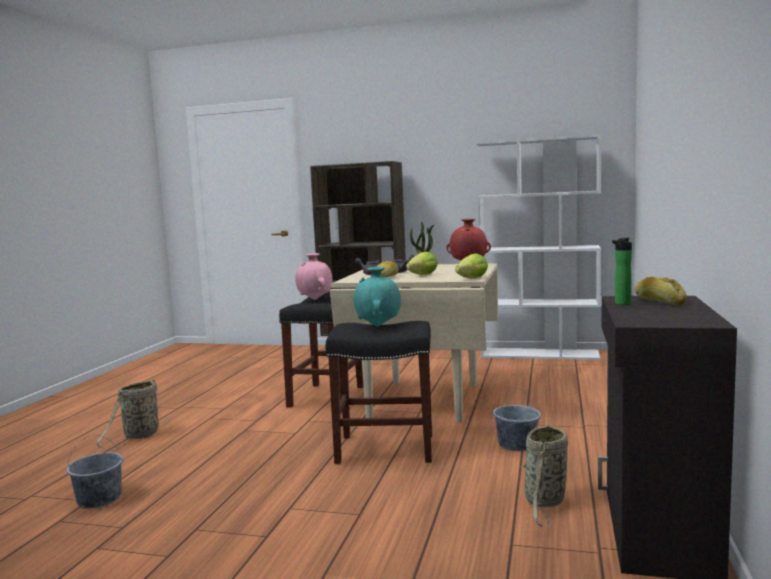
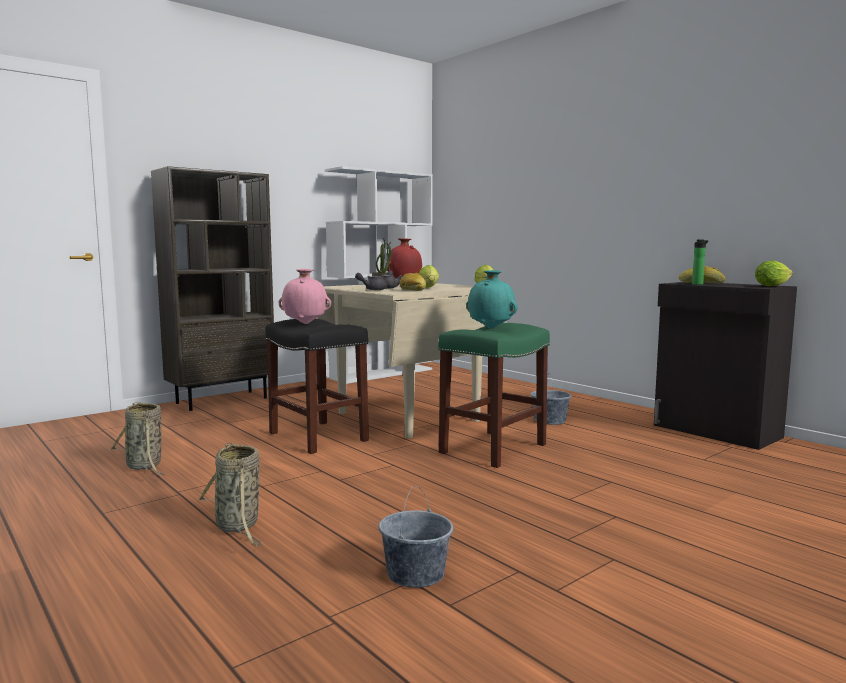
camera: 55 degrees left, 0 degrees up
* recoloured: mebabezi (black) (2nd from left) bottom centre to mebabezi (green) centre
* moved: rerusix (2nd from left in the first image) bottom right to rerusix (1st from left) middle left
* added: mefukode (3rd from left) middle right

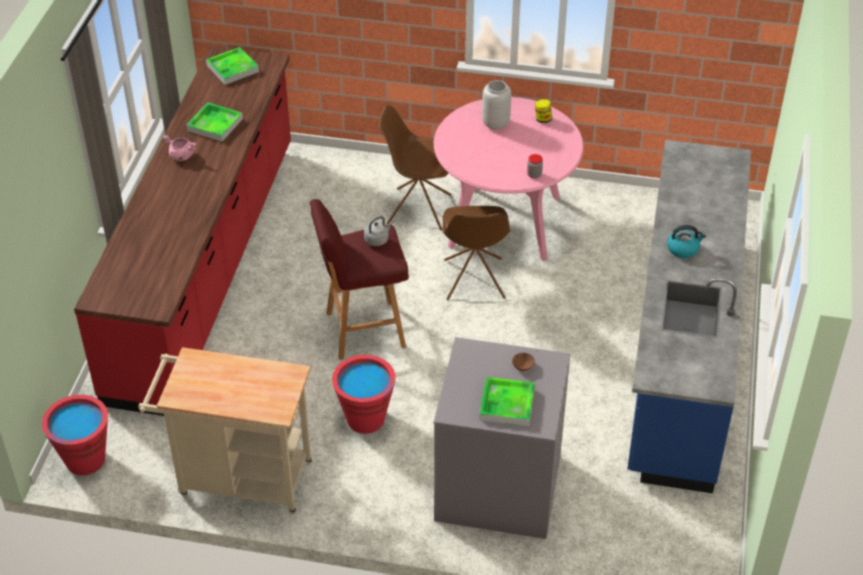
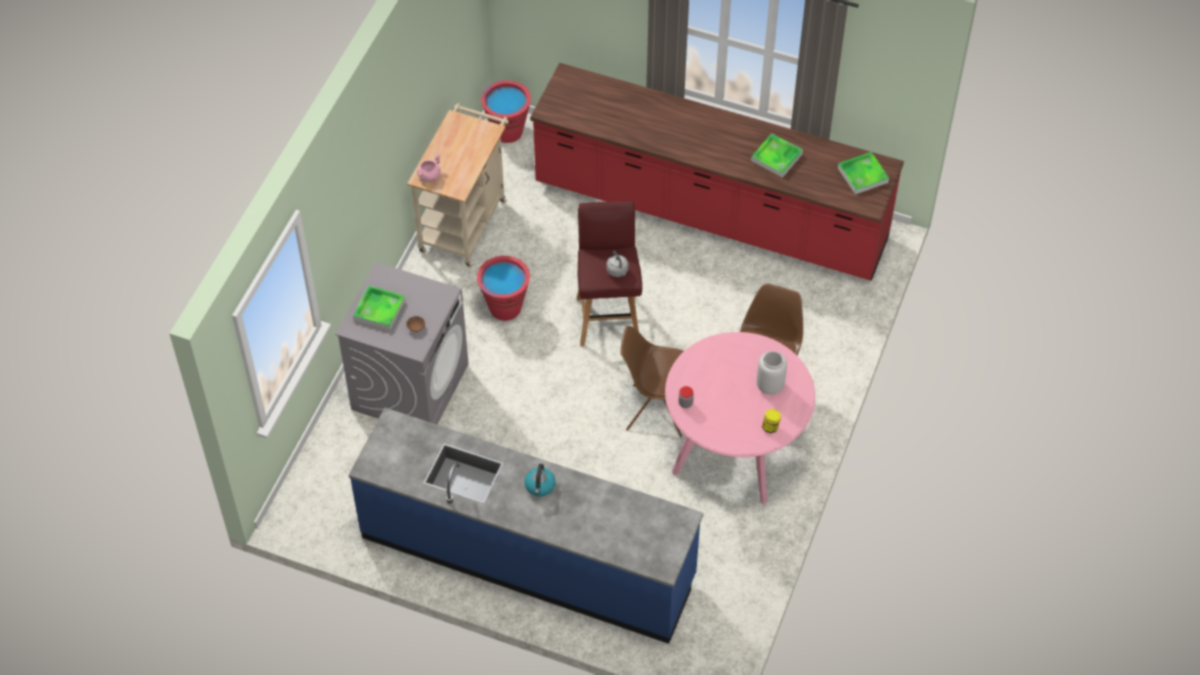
camera: 100 degrees right, 10 degrees up
* moved: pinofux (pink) top left to top centre

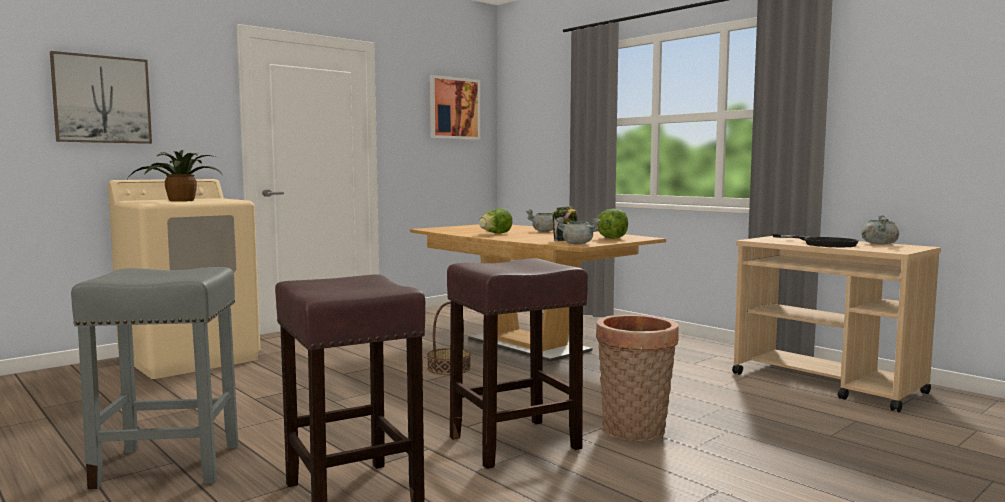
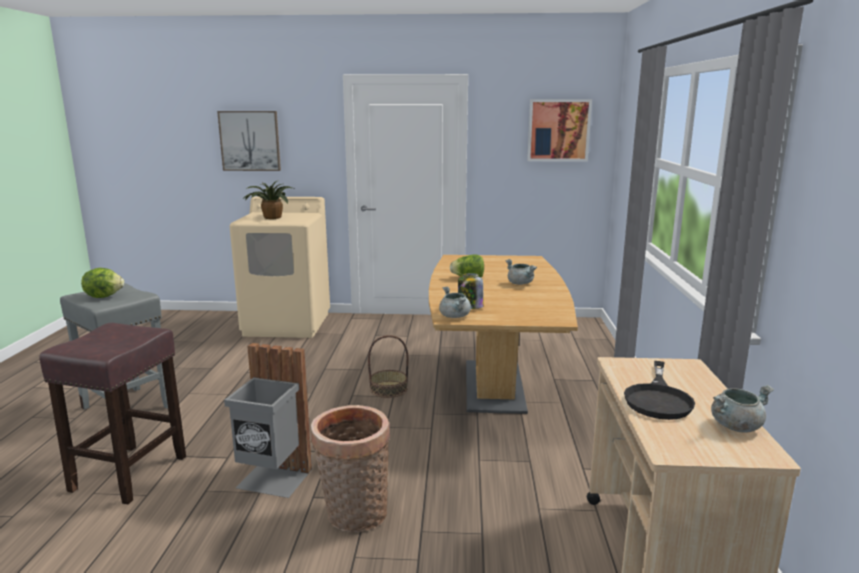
camera: 45 degrees right, 10 degrees up
* moved: mefukode (2nd from left in the first image) centre to mefukode (1st from left) middle left
* replaced: mebabezi (brown) (2nd from left) bottom centre to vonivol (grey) bottom left

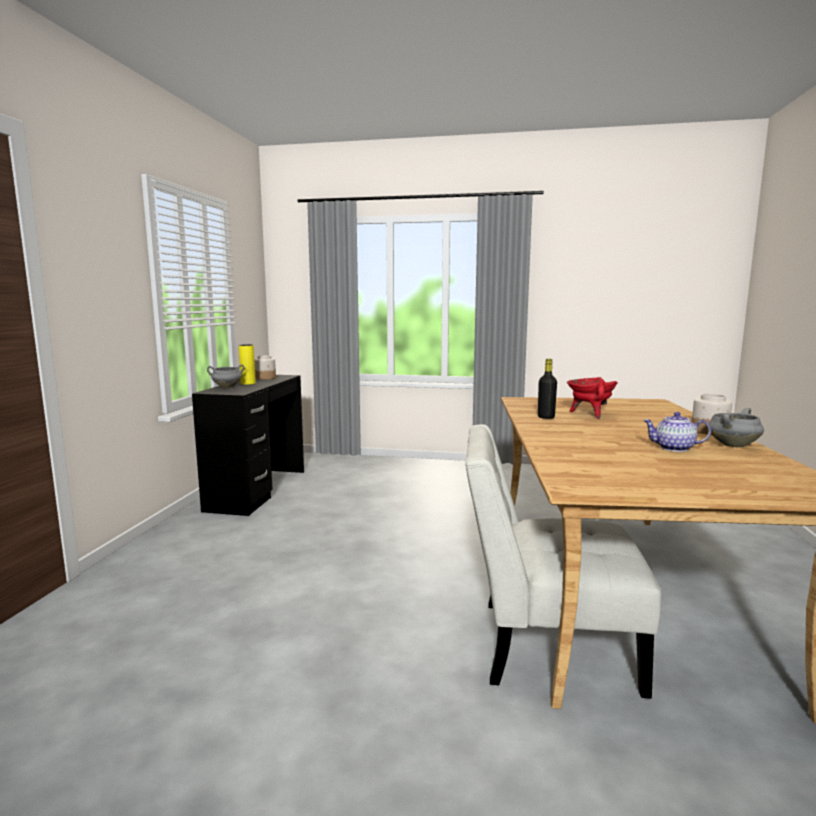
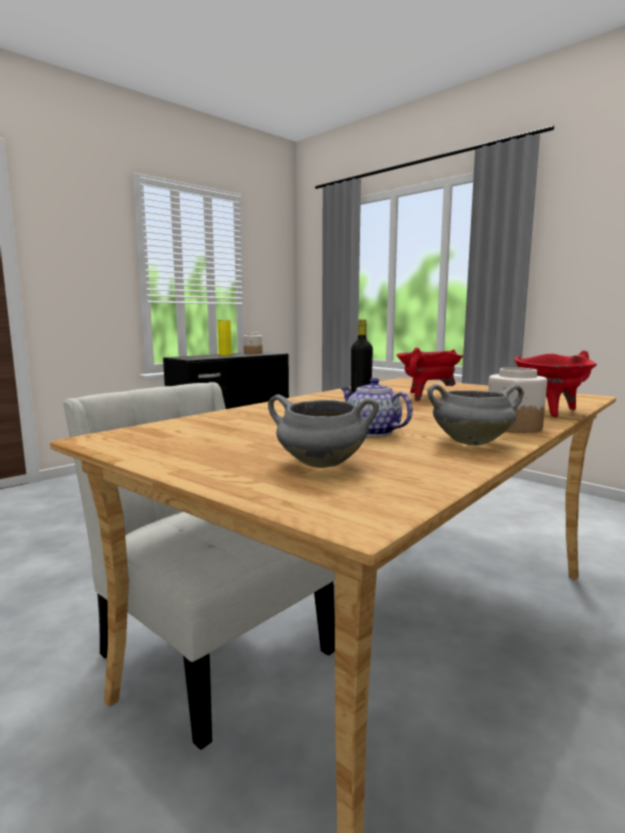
camera: 35 degrees right, 0 degrees up
* moved: pinofux (grey) (1st from left) middle left to centre
* added: pinofux (red) (2nd from left) middle right

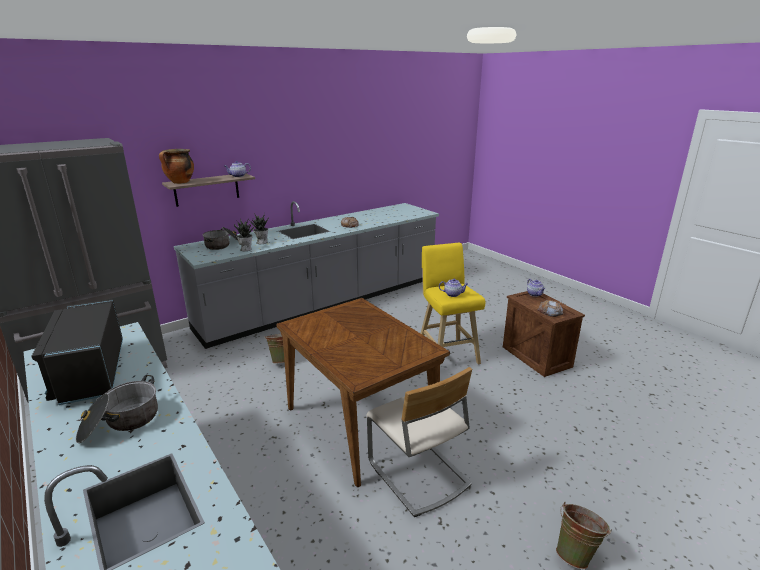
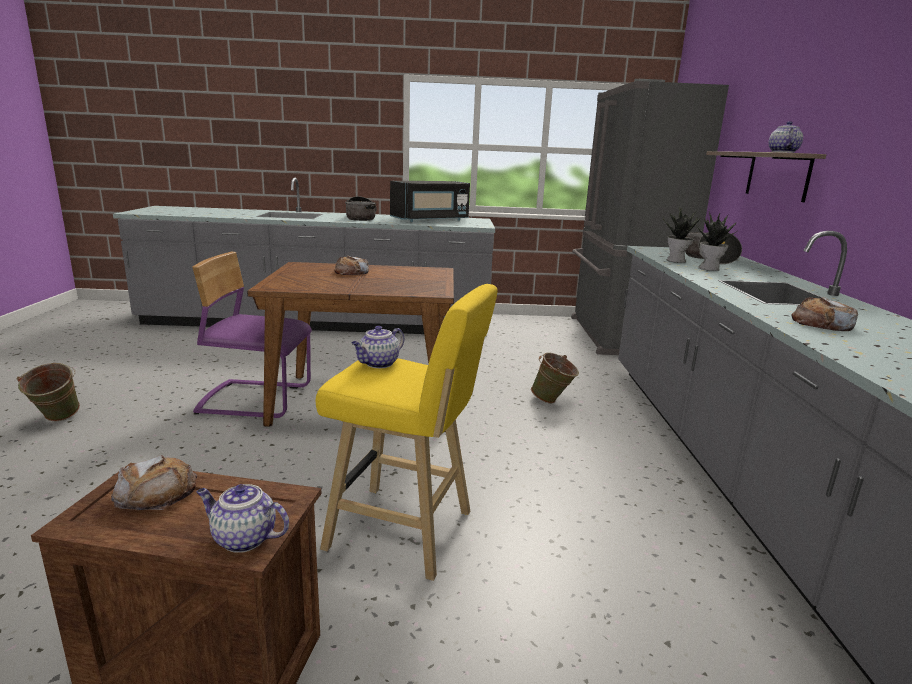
camera: 125 degrees right, 5 degrees down
* removed: pinofux (2nd from left) top left
* turned: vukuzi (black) middle left = top centre 135 degrees clockwise
* recoloured: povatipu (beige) bottom centre to povatipu (purple) middle left
* added: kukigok (2nd from left) centre

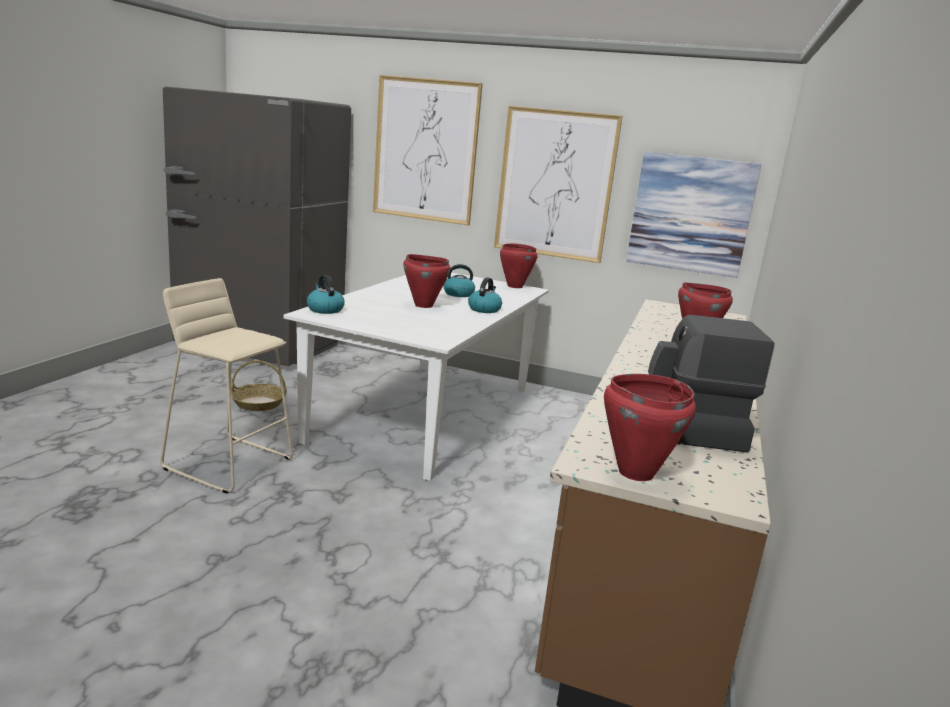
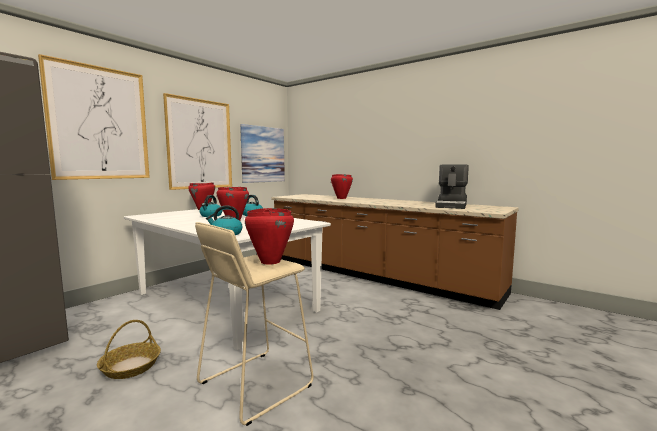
camera: 70 degrees left, 10 degrees down
* moved: pinofux (red) (3rd from left) middle right to centre

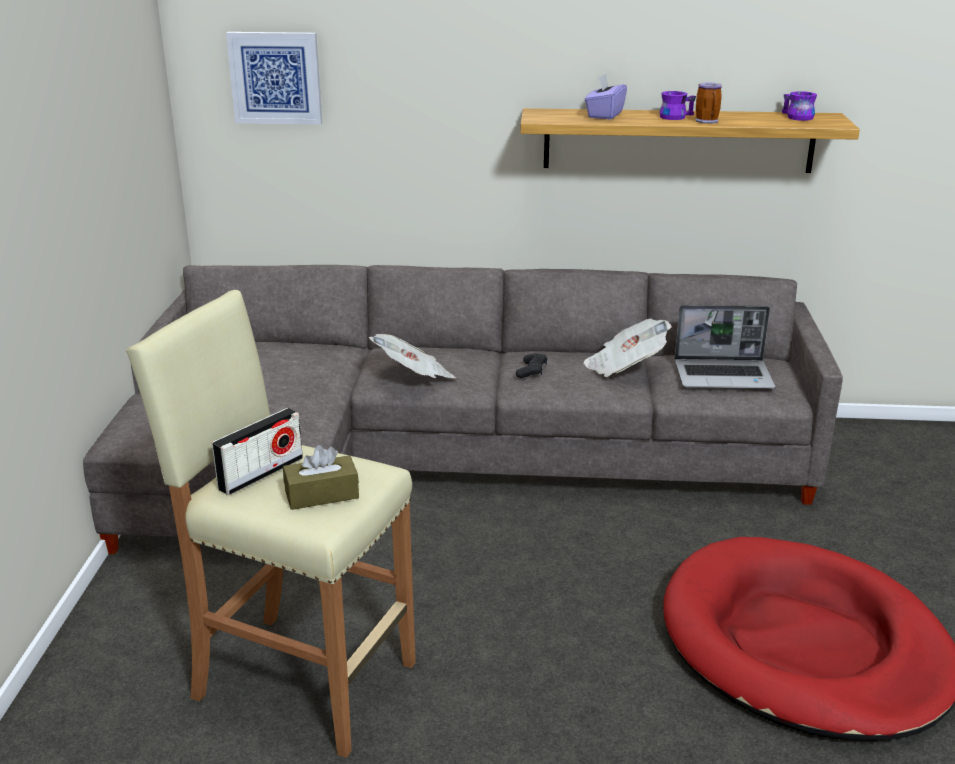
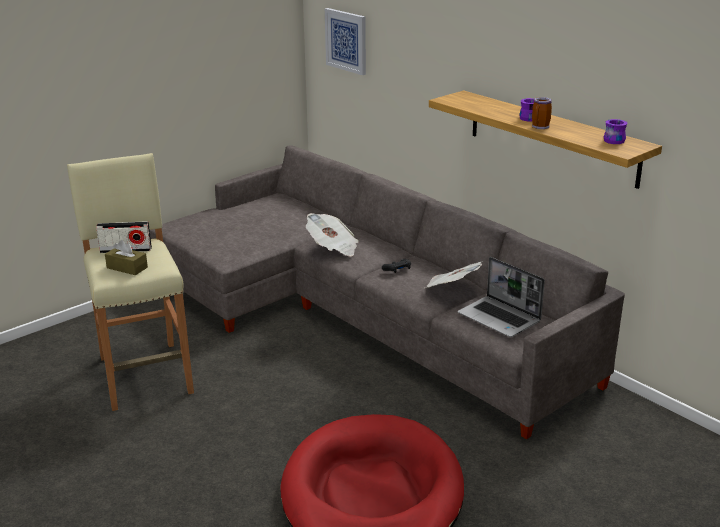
camera: 45 degrees right, 0 degrees up
* removed: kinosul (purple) top centre

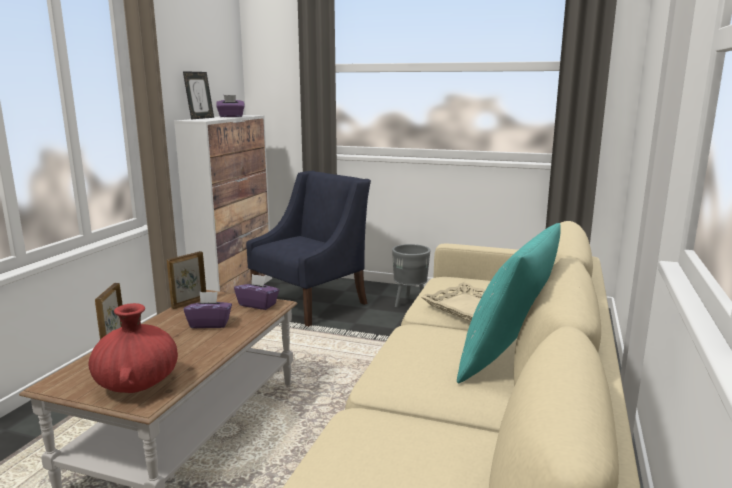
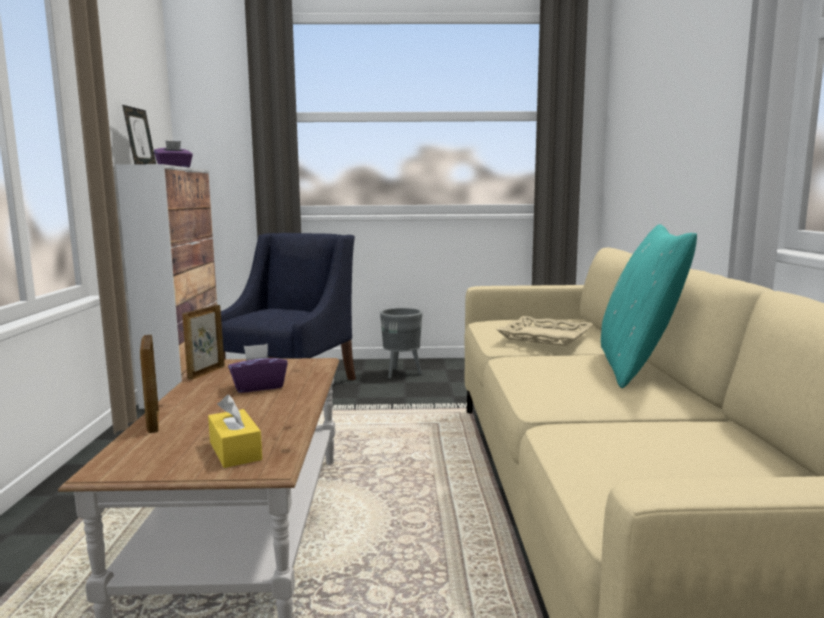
camera: 20 degrees left, 5 degrees down
* removed: kinosul (purple) (3rd from left) centre
* replaced: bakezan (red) bottom left to kinosul (yellow) bottom left

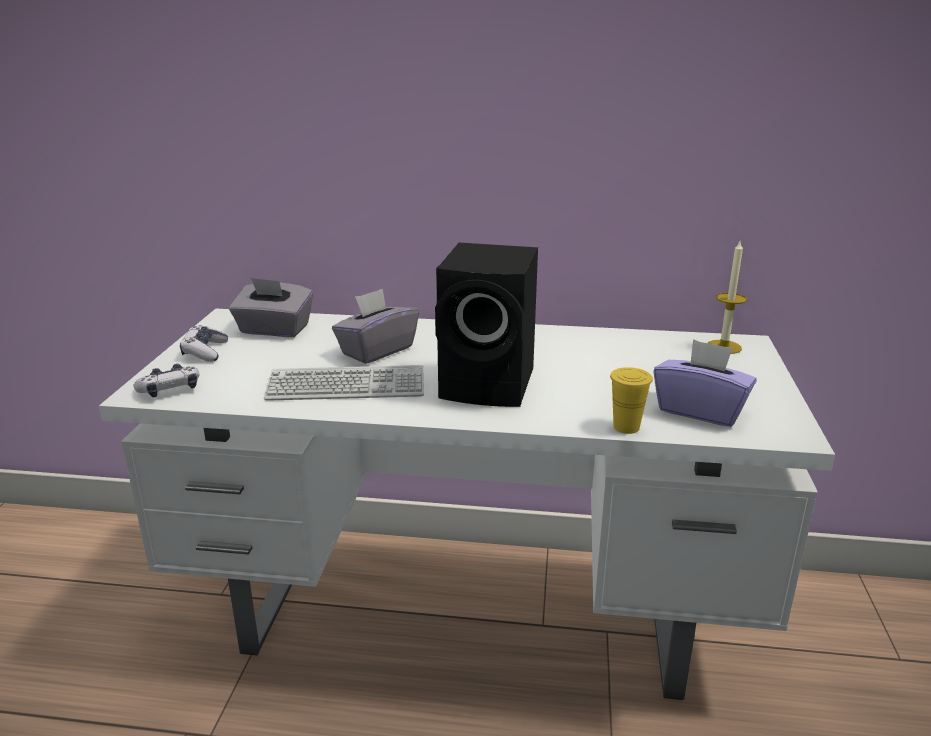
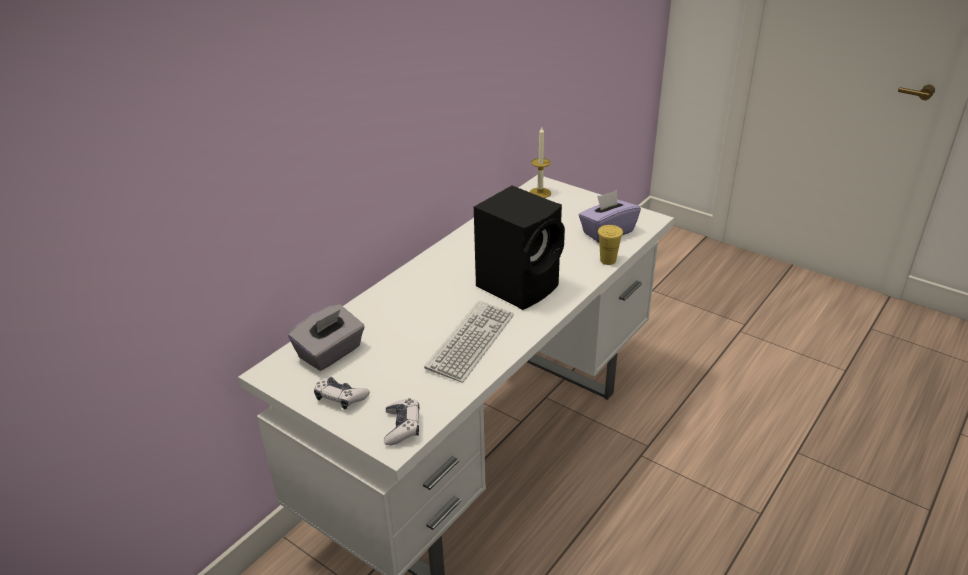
camera: 60 degrees left, 10 degrees up
* removed: kinosul (grey) (2nd from left) centre

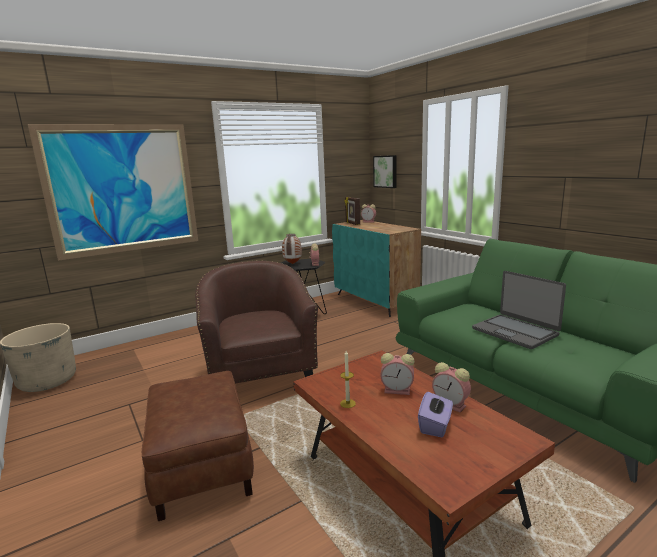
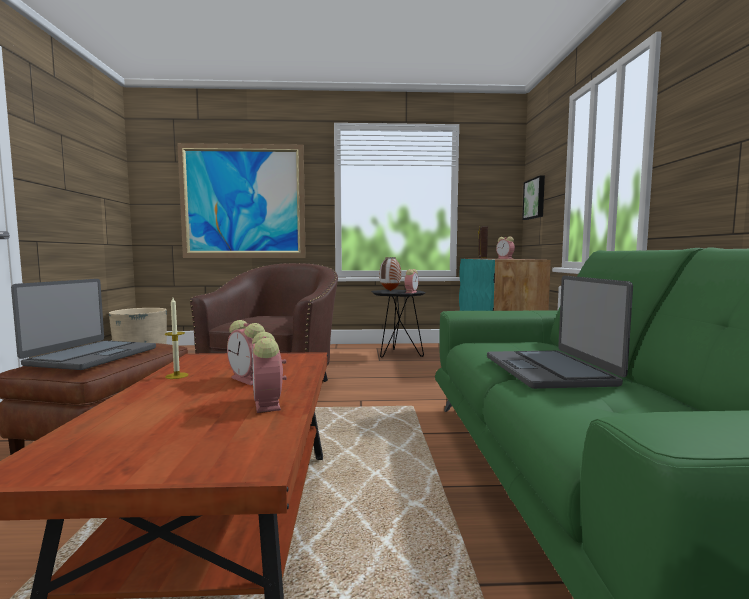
camera: 30 degrees right, 10 degrees down
* removed: kinosul (purple) bottom centre
* added: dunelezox (1st from left) middle left

